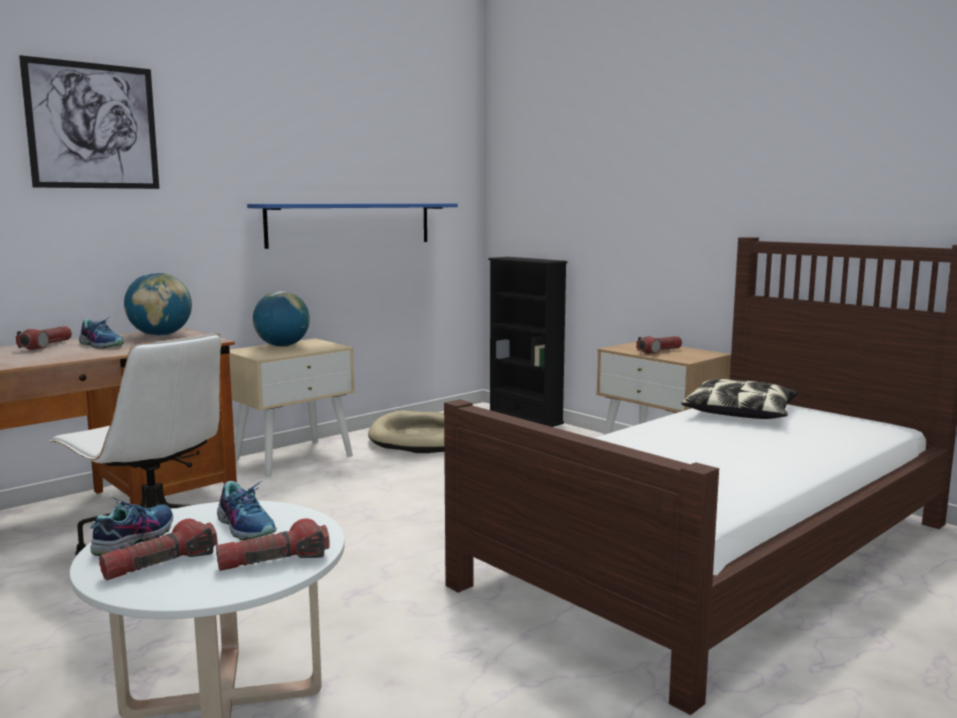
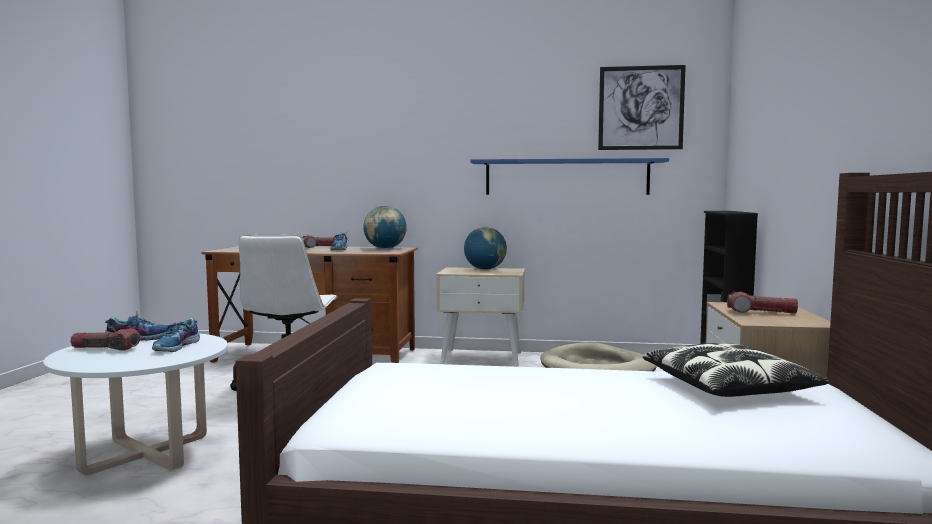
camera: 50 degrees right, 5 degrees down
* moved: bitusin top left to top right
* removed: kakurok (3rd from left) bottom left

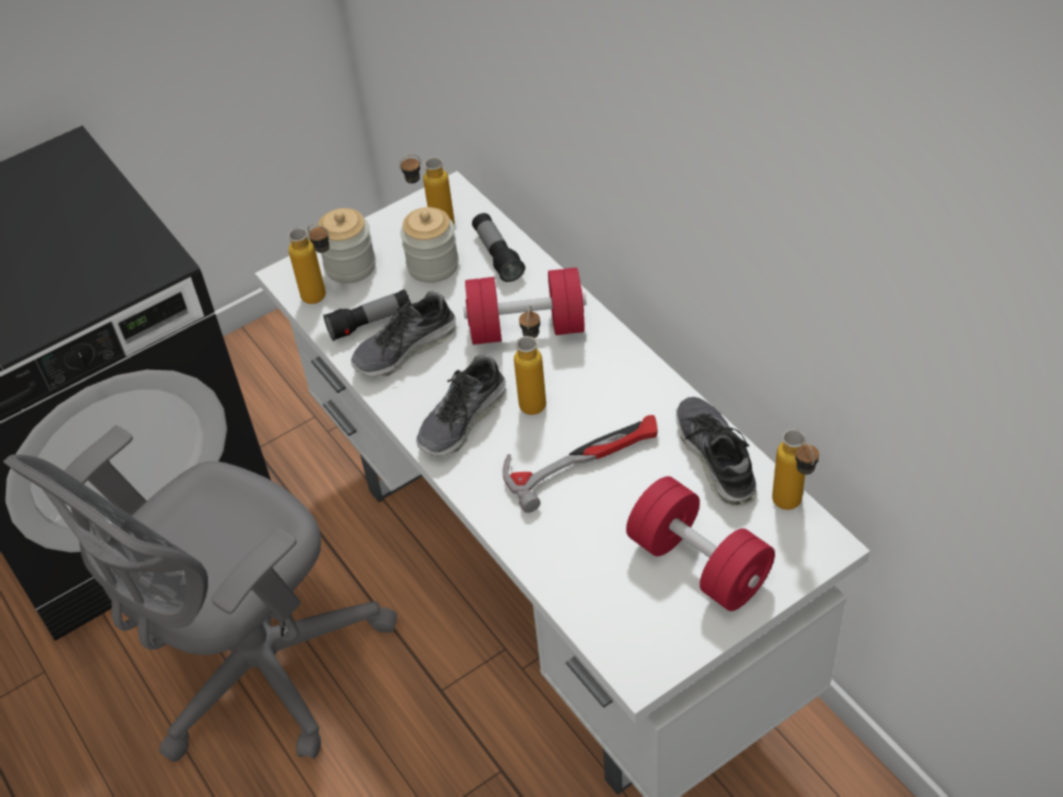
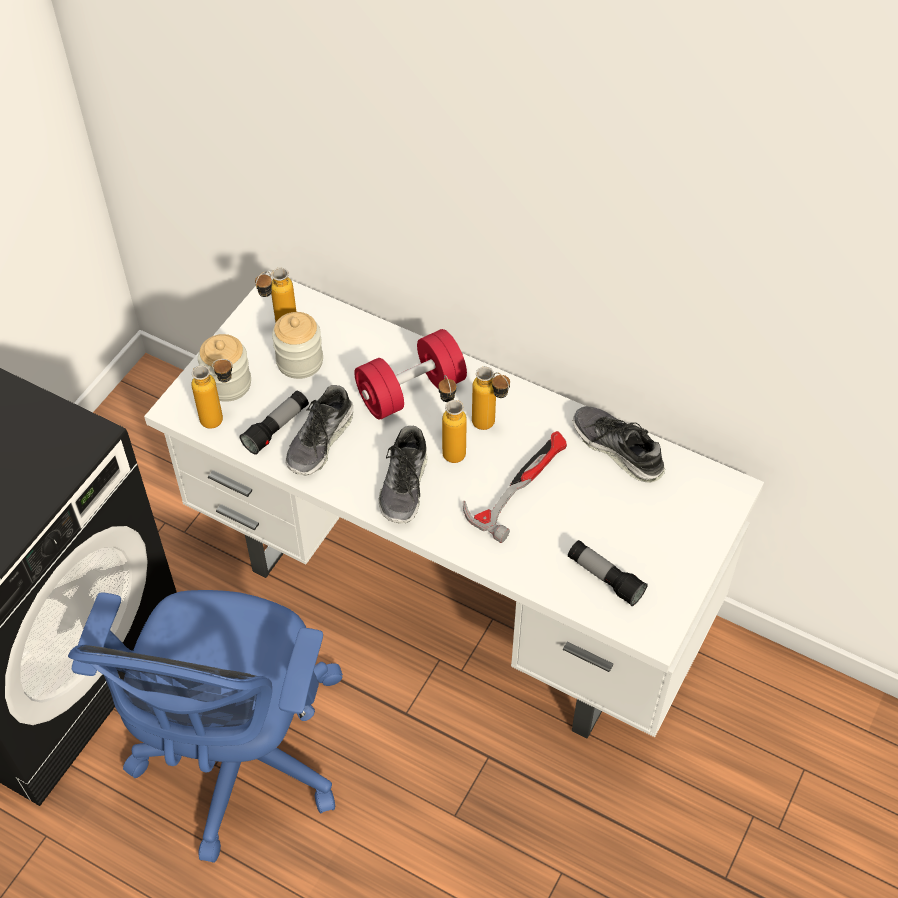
camera: 30 degrees left, 5 degrees up
* moved: kakurok (2nd from left) top centre to middle right
* recoloured: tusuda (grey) bottom left to tusuda (blue) bottom left
* moved: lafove (4th from left) middle right to centre
* removed: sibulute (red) (2nd from left) bottom centre

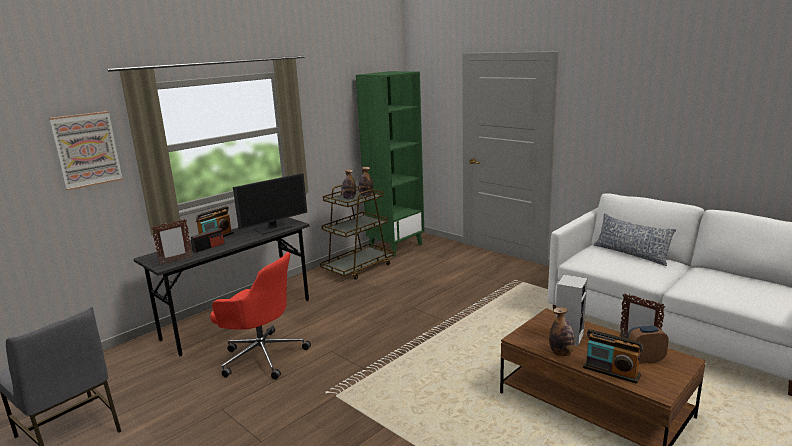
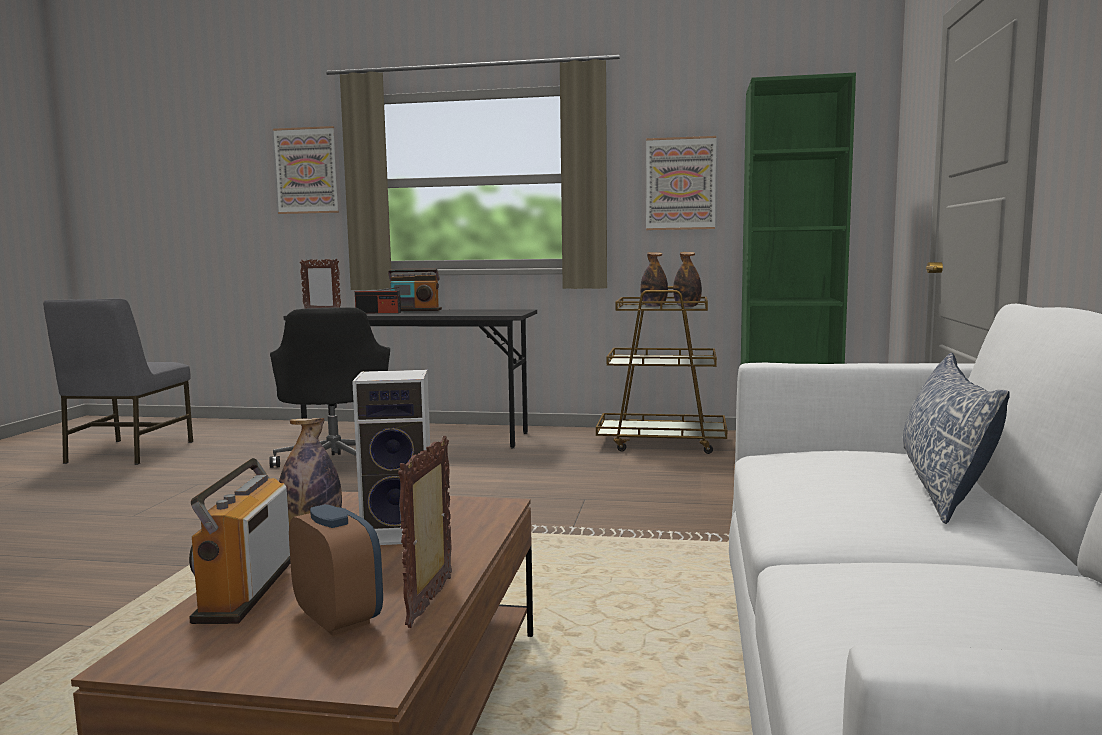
camera: 55 degrees right, 10 degrees down
* removed: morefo centre
* recoloured: tusuda (red) bottom left to tusuda (black) middle left
* added: bitusin (2nd from left) top centre

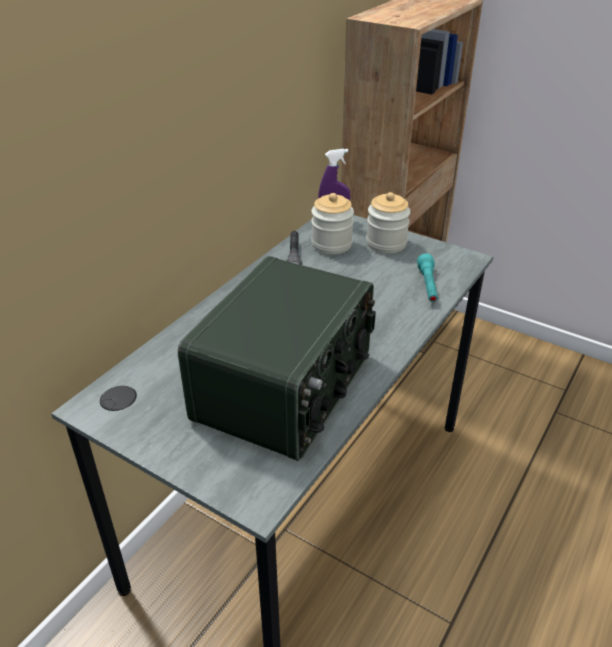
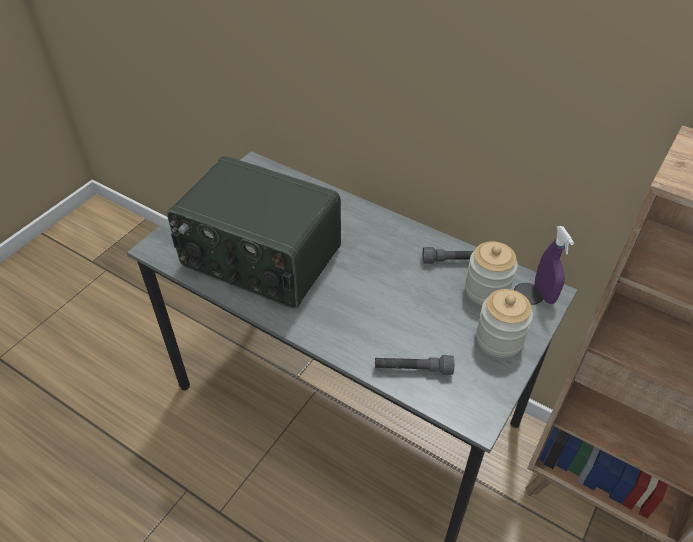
camera: 90 degrees right, 10 degrees up
* recoloured: kakurok (turquoise) middle right to kakurok (grey) (1st from left) bottom centre

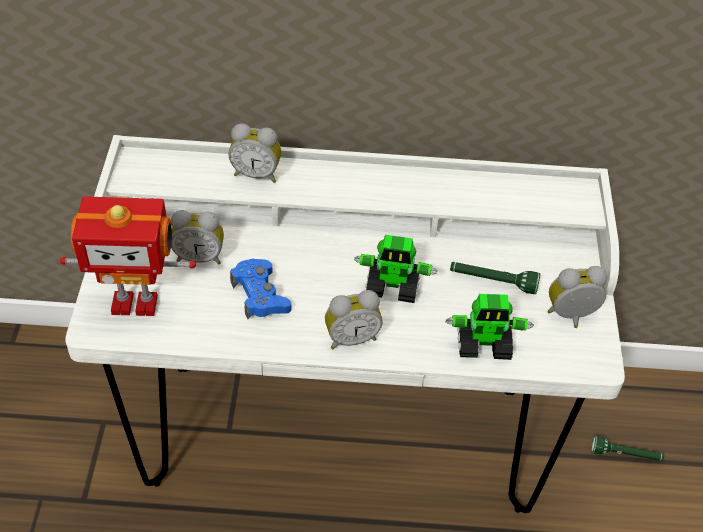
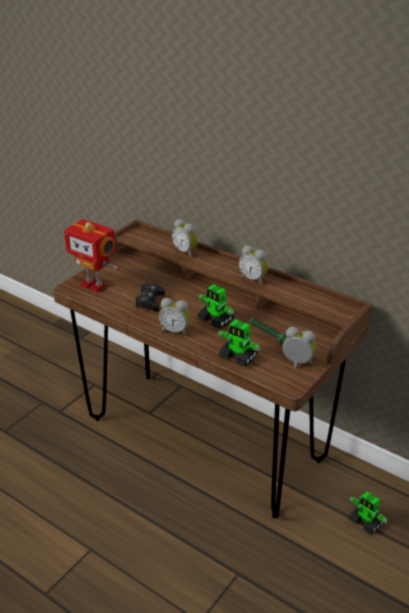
camera: 35 degrees right, 15 degrees down
* recoloured: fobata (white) centre to fobata (brown) centre
* moved: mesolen (1st from left in the first image) middle left to mesolen (3rd from left) centre
* recoloured: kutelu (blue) centre to kutelu (black) centre
* replaced: kakurok (green) (2nd from left) bottom right to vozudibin (4th from left) bottom right

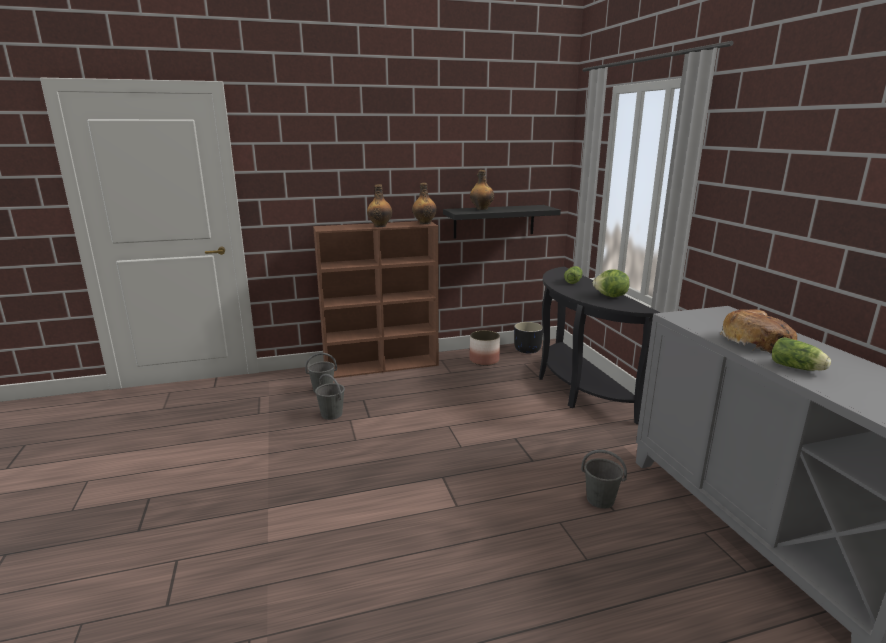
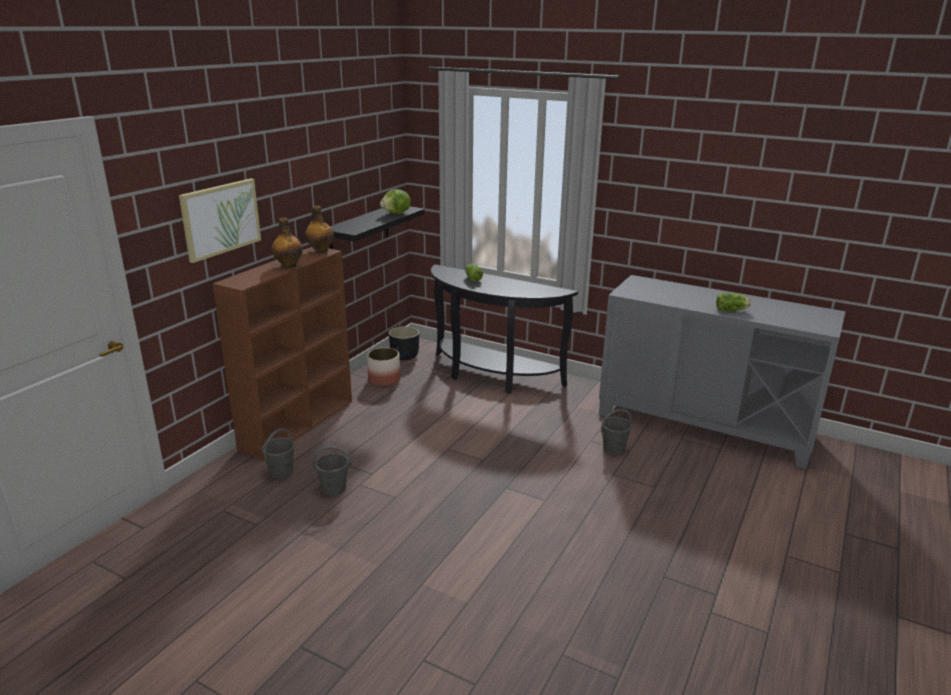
camera: 45 degrees left, 5 degrees up
* removed: lafove (3rd from left) top centre
* moved: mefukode (2nd from left in the first image) middle right to mefukode (1st from left) top centre
* removed: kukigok middle right
* added: bitusin top left

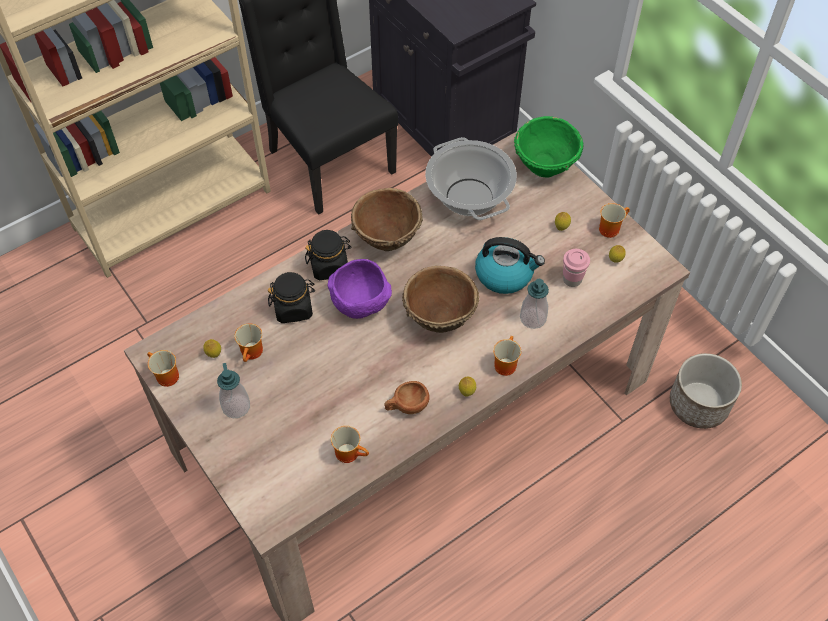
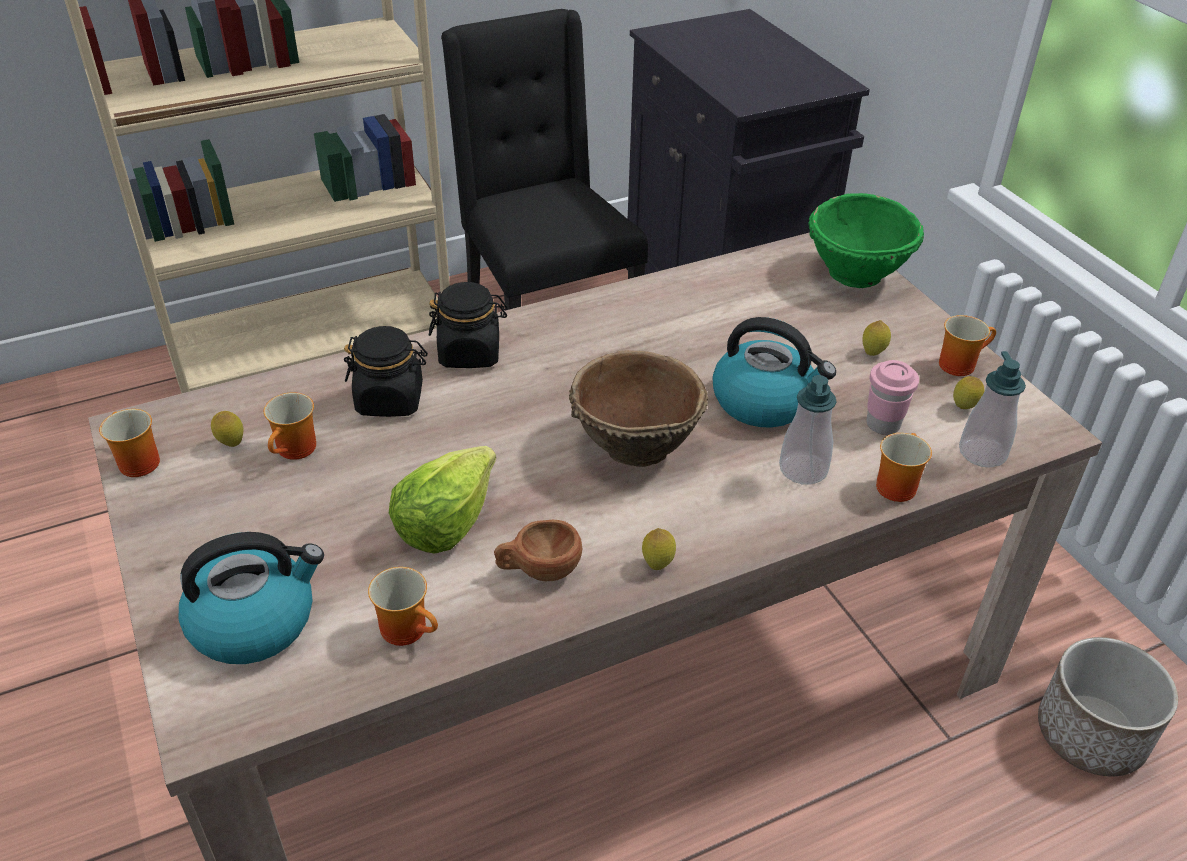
camera: 10 degrees right, 15 degrees down
* removed: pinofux top centre
* removed: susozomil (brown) (1st from left) centre
* removed: susozomil (purple) centre
* moved: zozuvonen (4th from left) centre to middle right
* moved: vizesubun (1st from left in the first image) middle left to vizesubun (2nd from left) middle right
* added: mefukode centre
* added: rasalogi (1st from left) bottom left

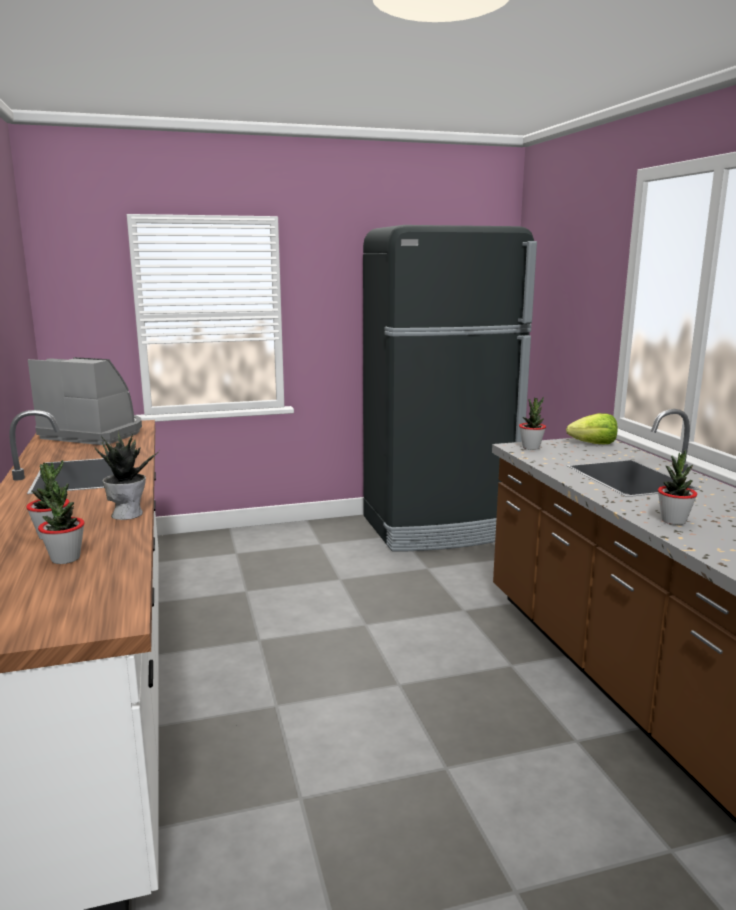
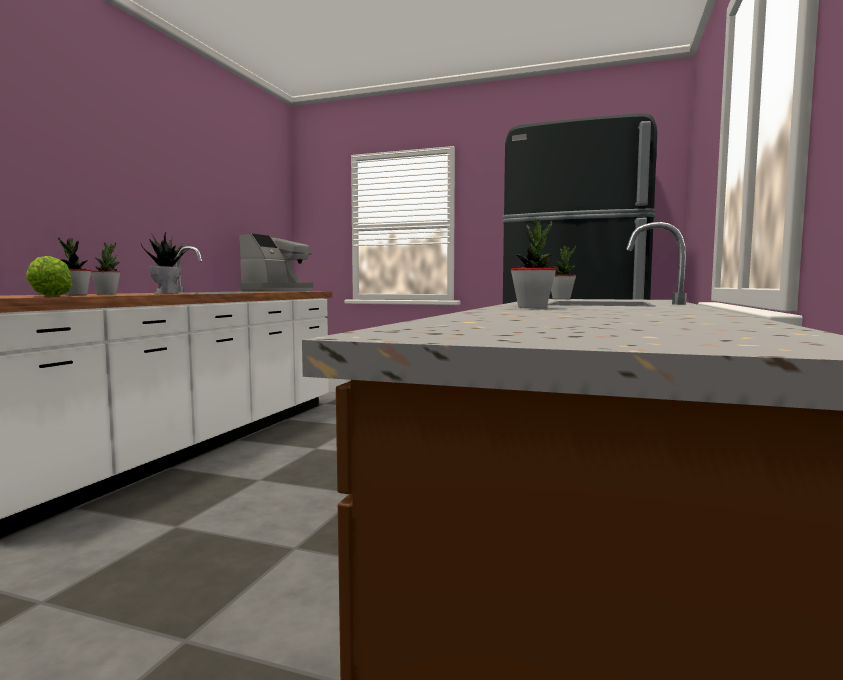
camera: 35 degrees right, 10 degrees down
* turned: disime middle left = middle left 60 degrees clockwise
* moved: mefukode middle right to middle left

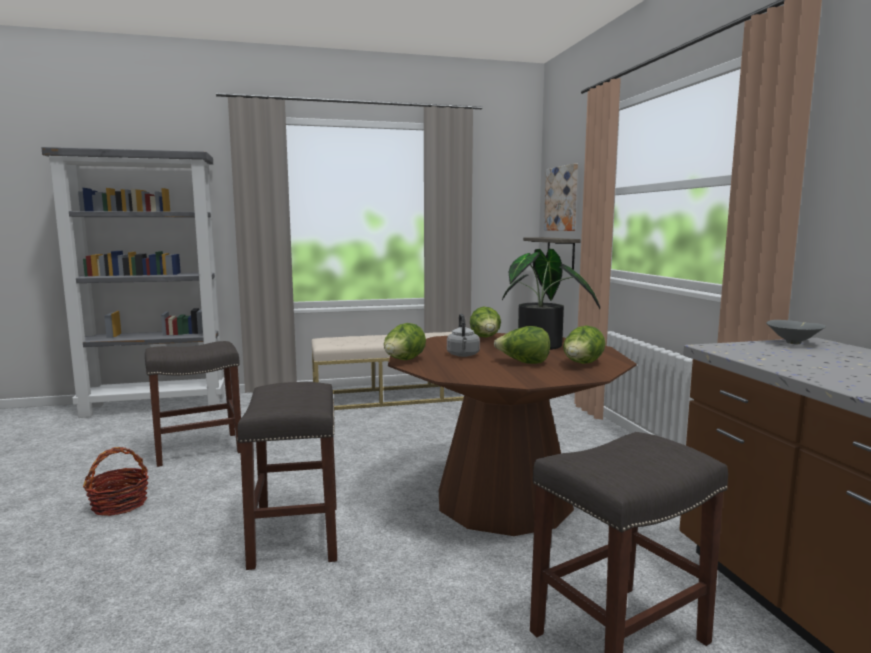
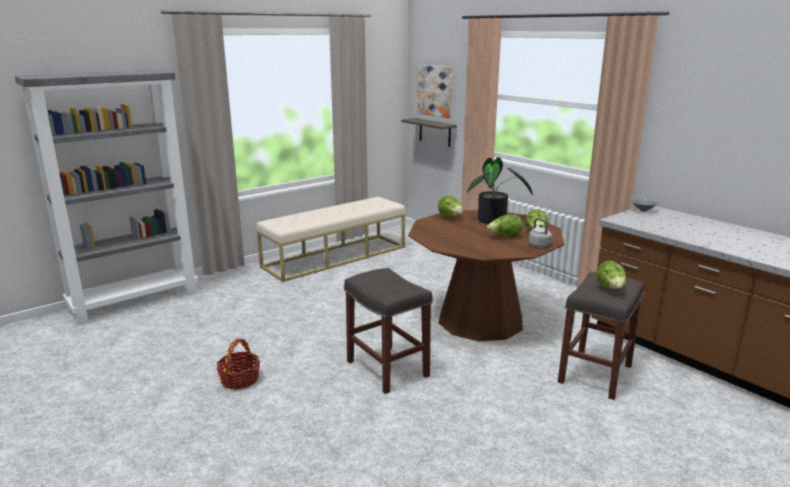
camera: 25 degrees left, 10 degrees up
* moved: rasalogi (grey) centre to middle right
* moved: mefukode (1st from left in the first image) centre to mefukode (4th from left) middle right
* removed: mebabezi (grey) (1st from left) middle left

